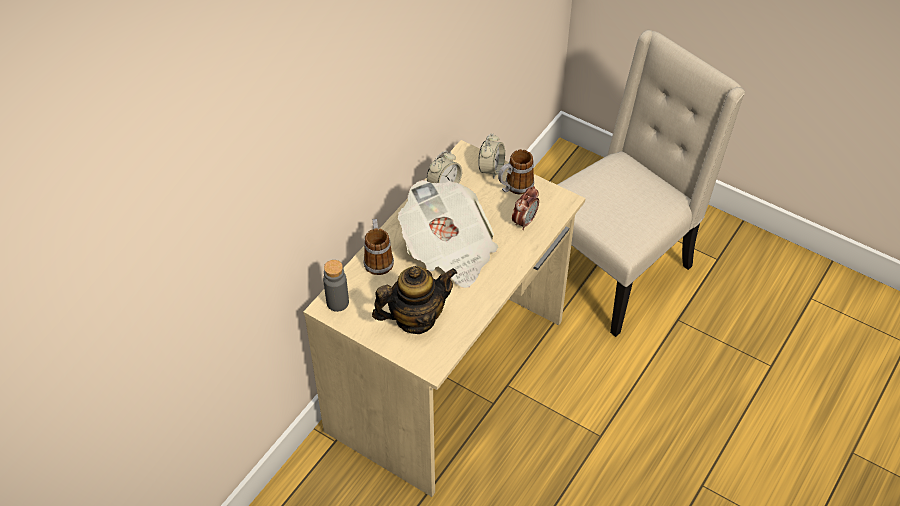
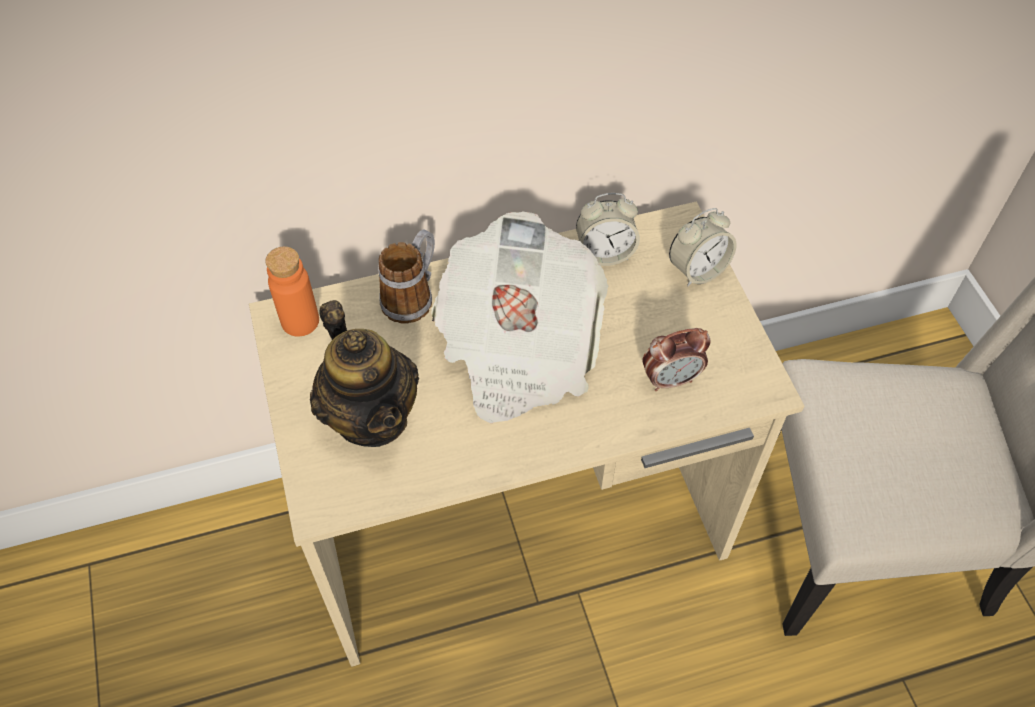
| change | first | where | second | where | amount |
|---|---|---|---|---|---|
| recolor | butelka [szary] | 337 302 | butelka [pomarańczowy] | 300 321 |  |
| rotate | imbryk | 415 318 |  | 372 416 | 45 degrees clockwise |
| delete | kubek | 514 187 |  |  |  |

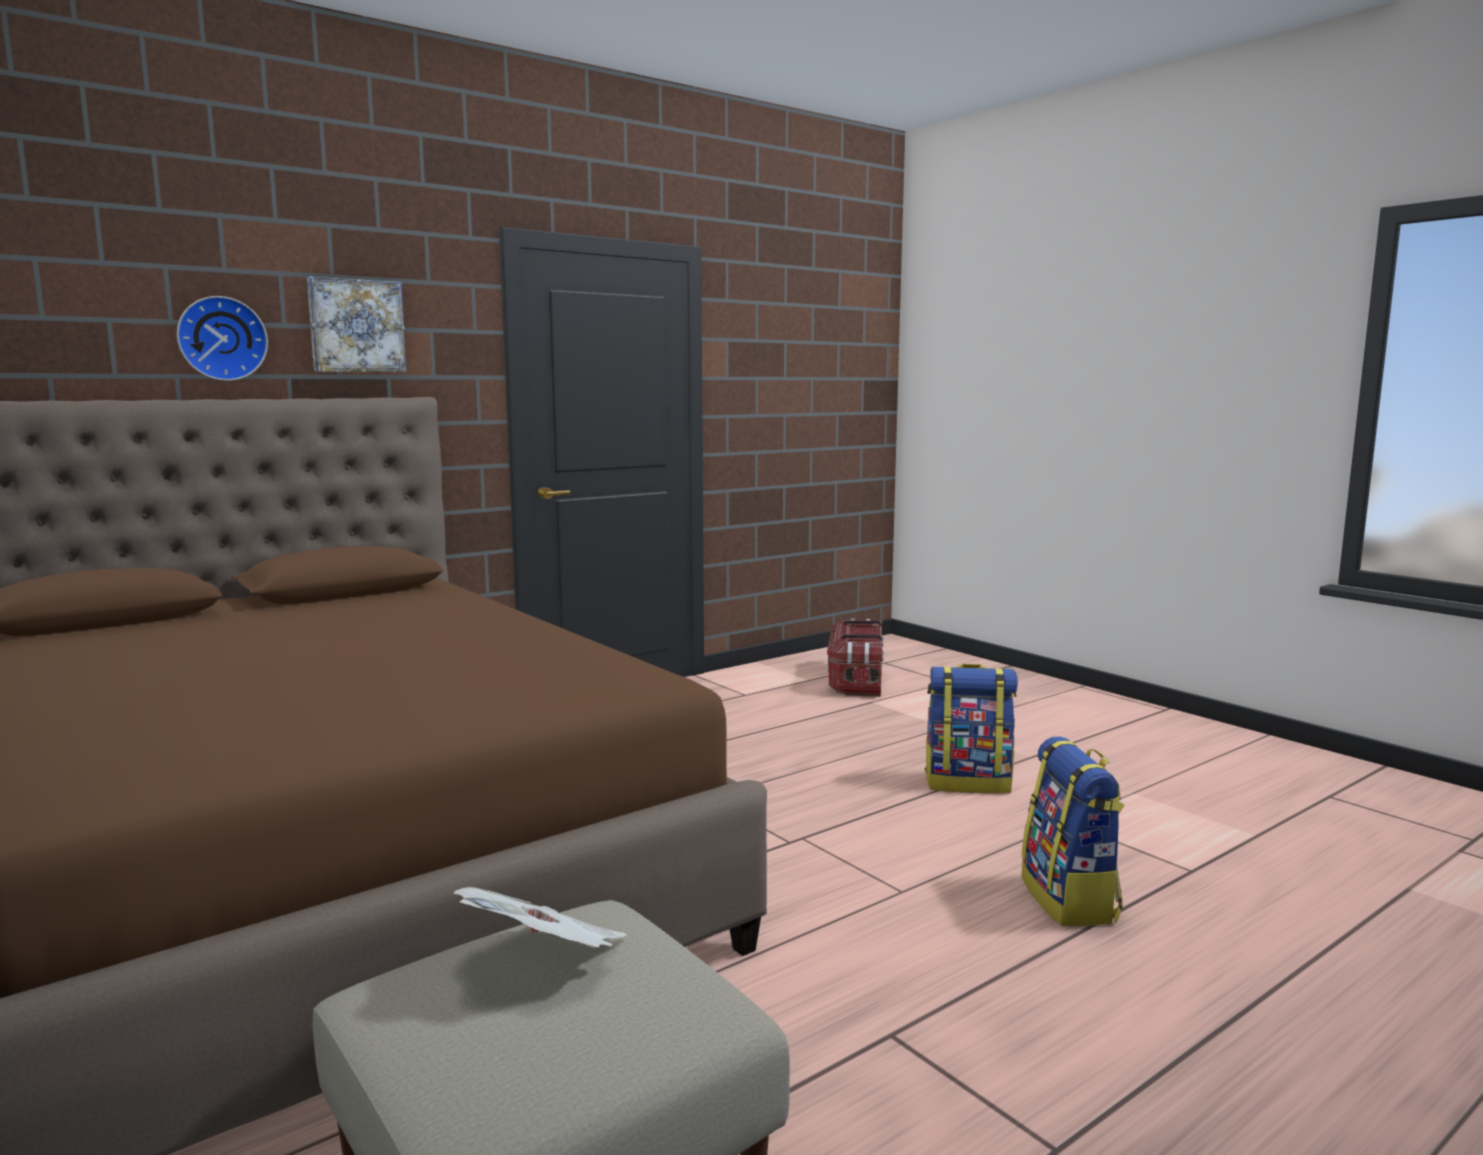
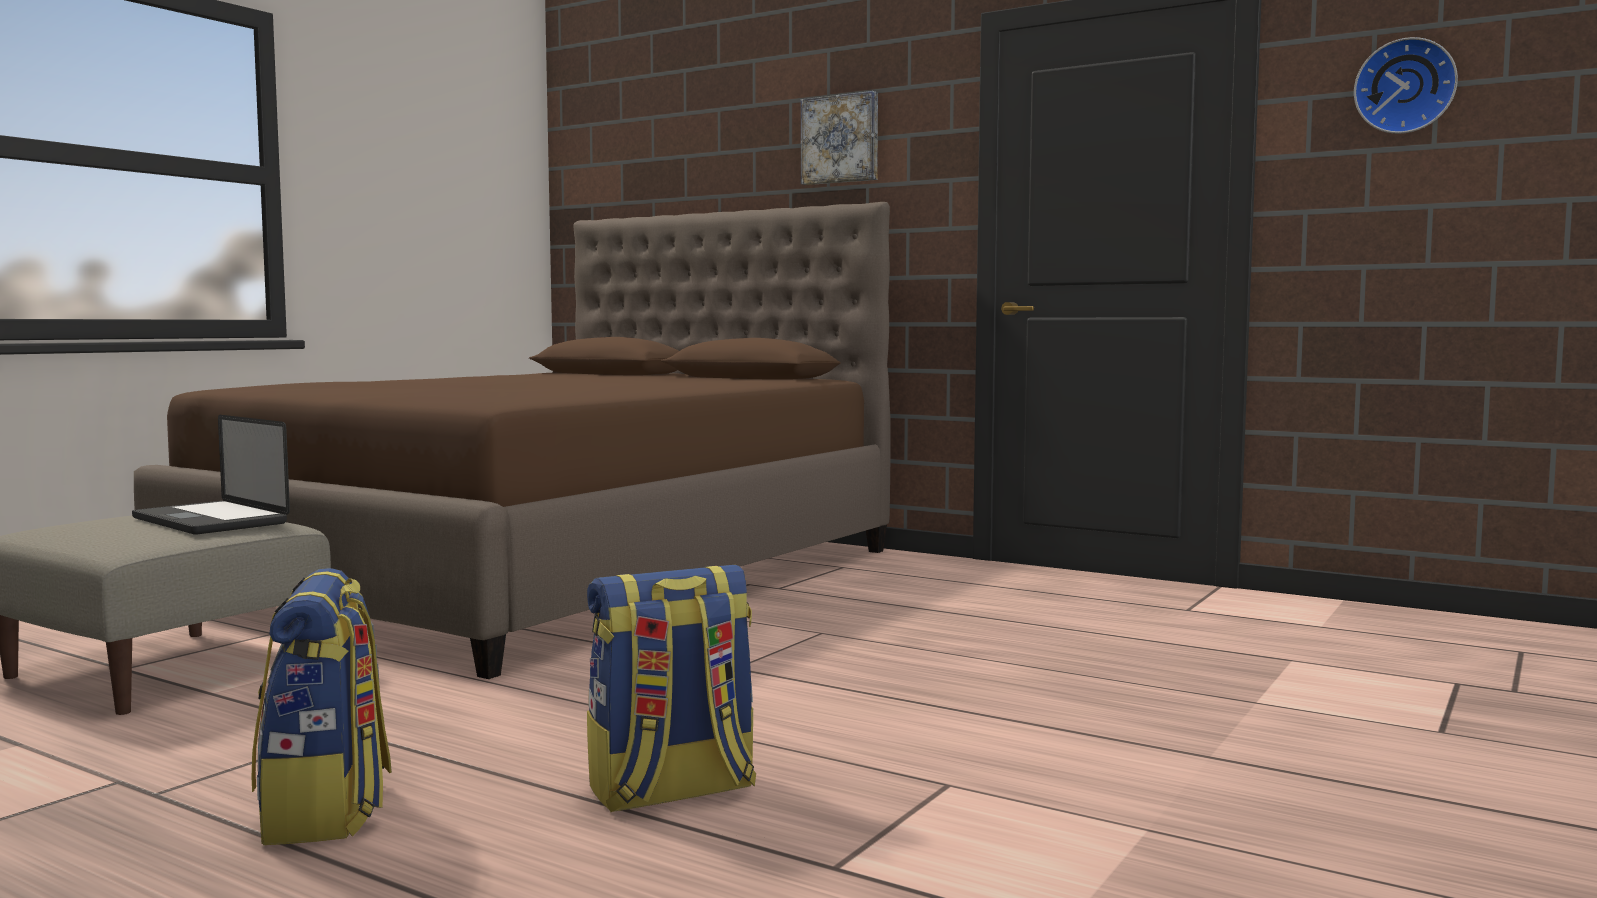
| change | first | where | second | where | amount |
|---|---|---|---|---|---|
| move | zegar ścienny | 221 338 |  | 1405 87 |  |
| replace | gazeta | 546 958 | laptop | 210 521 |  |
| delete | pojemnik do przechowywania | 856 681 |  |  |  |
| move | plecak | 968 783 |  | 327 812 |  |

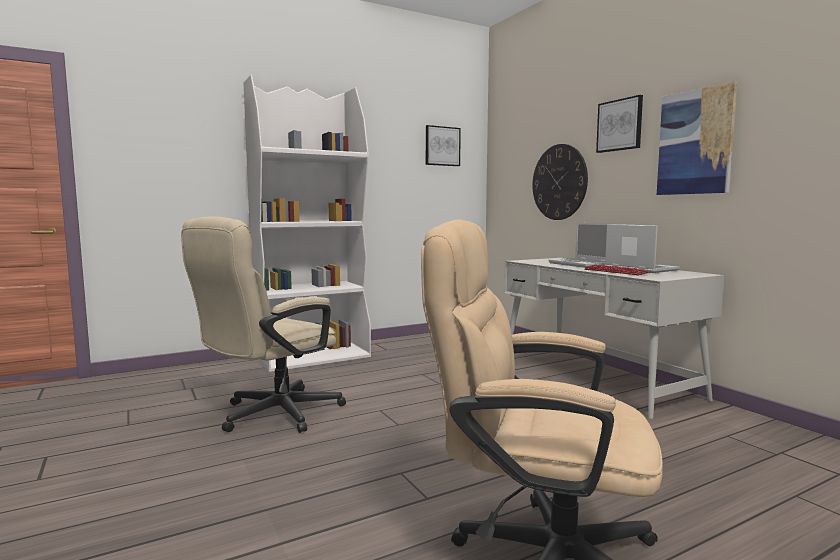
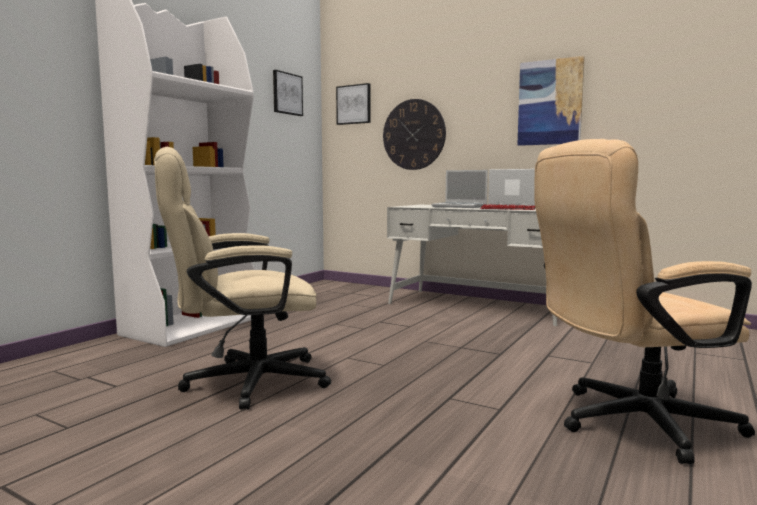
| change | first | where | second | where | amount |
|---|---|---|---|---|---|
| rotate | krzesło biurowe [beżowy] | 270 415 |  | 242 383 | 60 degrees clockwise |
| move | obraz | 620 125 |  | 354 104 |  |

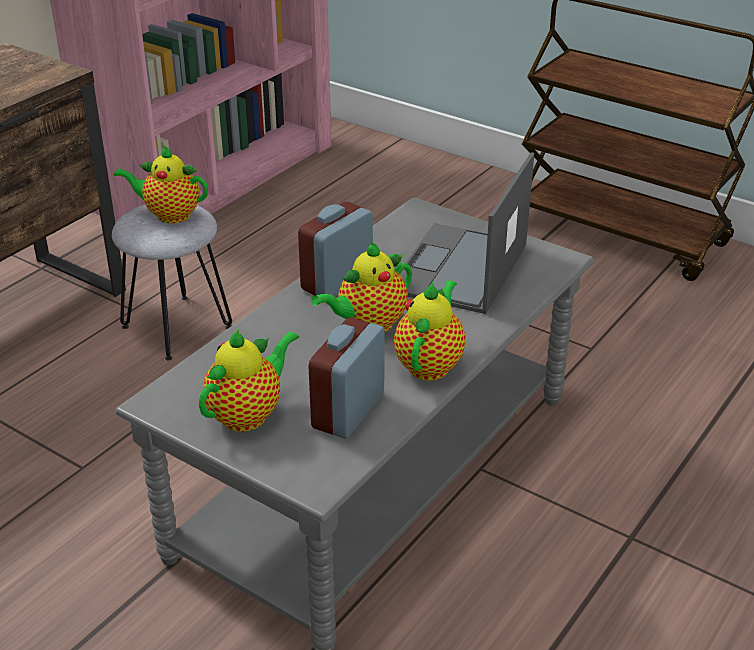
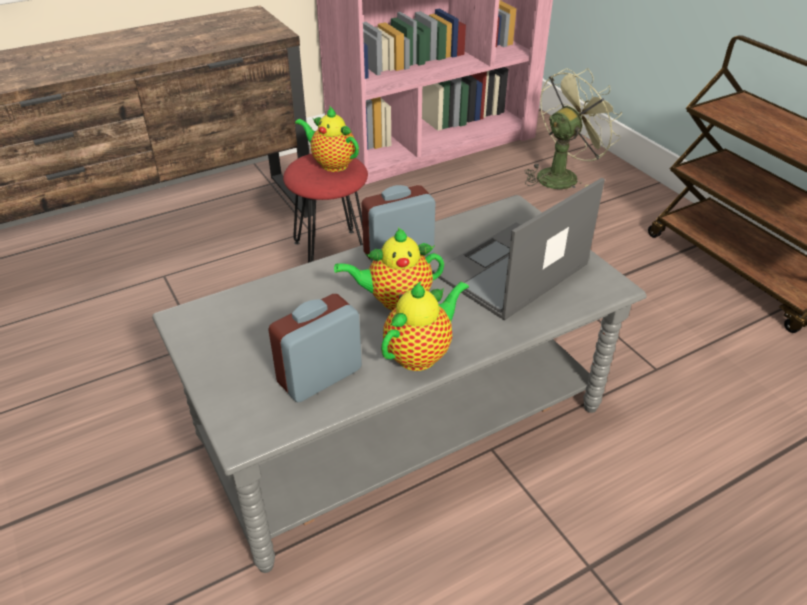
| change | first | where | second | where | amount |
|---|---|---|---|---|---|
| recolor | stołek [szary] | 177 326 | stołek [czerwony] | 332 253 |  |
| delete | imbryk | 248 414 |  |  |  |
| insert |  |  | wentylator [zielony] | 562 175 |  |

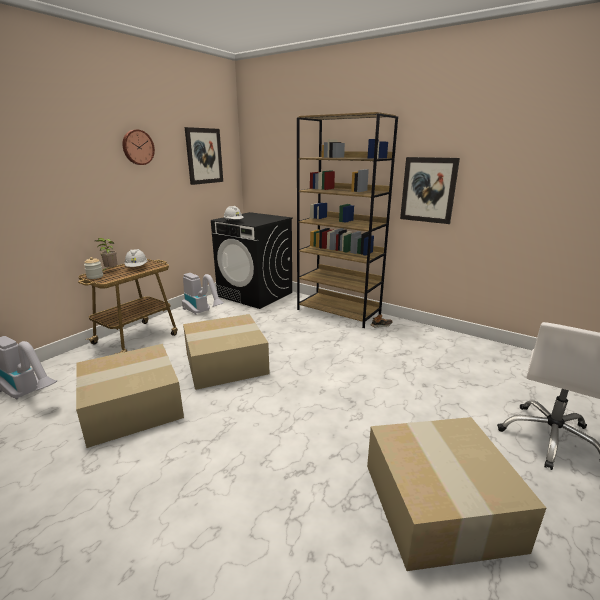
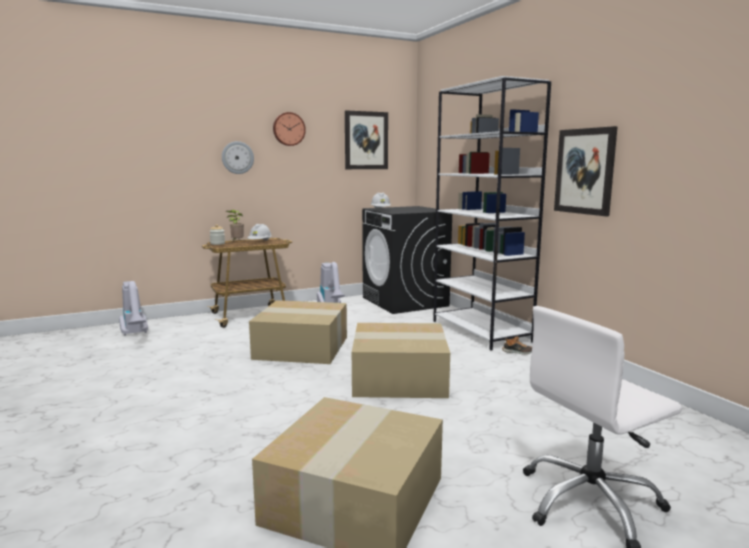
| change | first | where | second | where | amount |
|---|---|---|---|---|---|
| move | karton | 133 405 |  | 400 377 |  |
| recolor | regał [brązowy] | 339 312 | regał [biały] | 481 331 |  |
| insert |  |  | zegar ścienny | 237 157 |  |

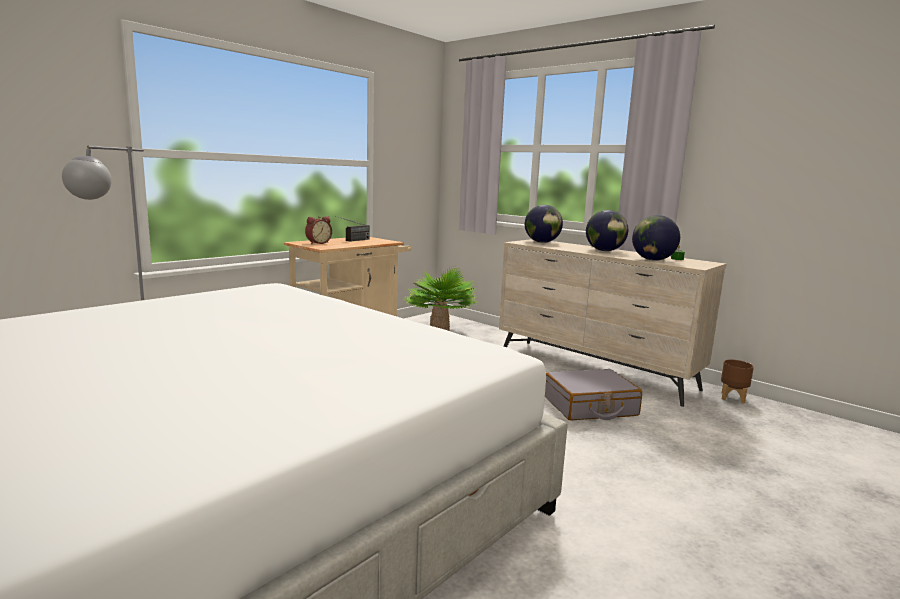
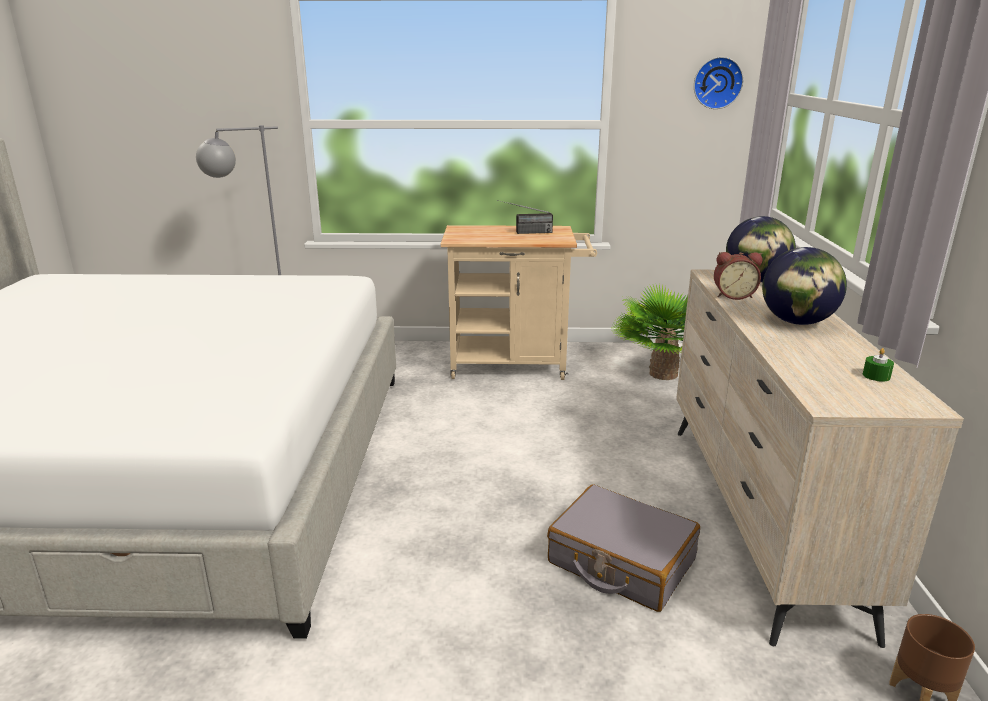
| change | first | where | second | where | amount |
|---|---|---|---|---|---|
| move | budzik | 318 243 |  | 733 296 |  |
| delete | globus | 652 260 |  |  |  |
| insert |  |  | zegar ścienny | 717 83 |  |

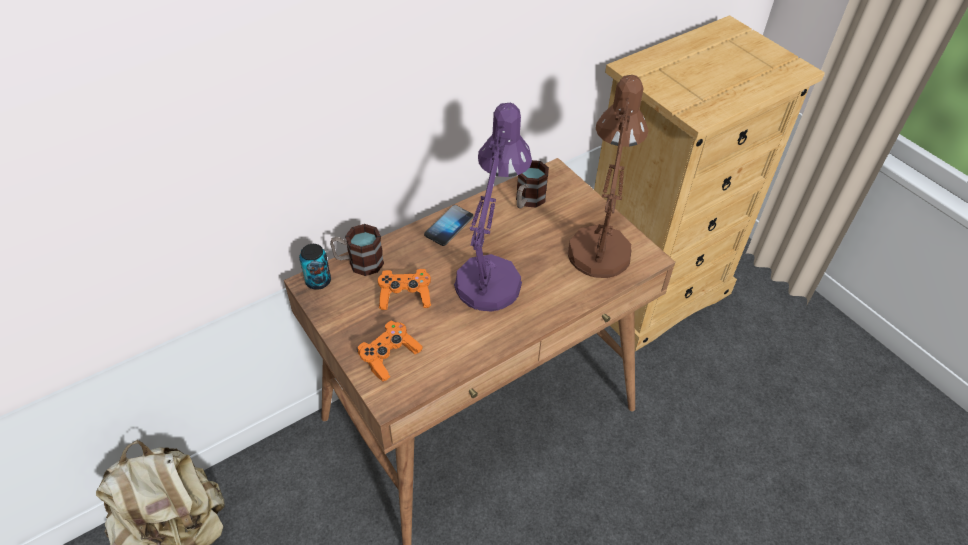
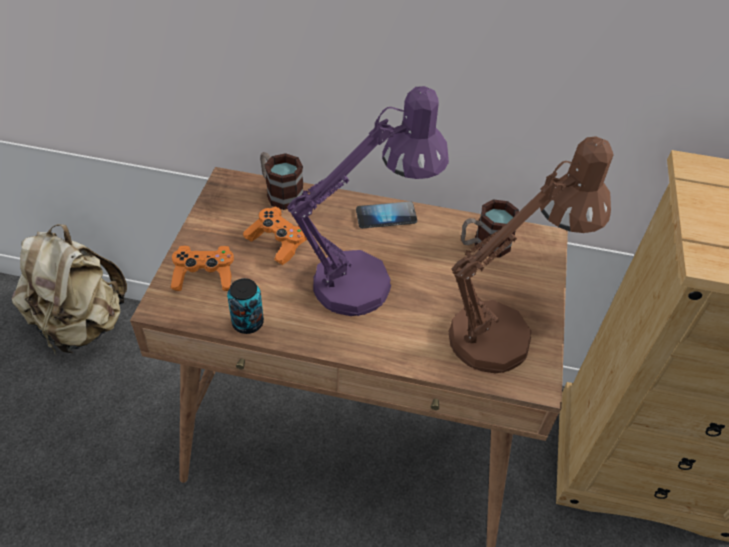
| change | first | where | second | where | amount |
|---|---|---|---|---|---|
| move | puszka | 318 281 |  | 248 323 |  |

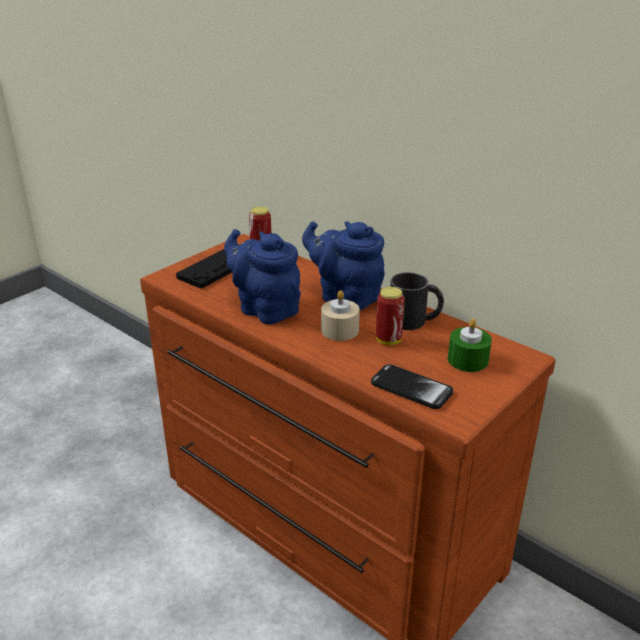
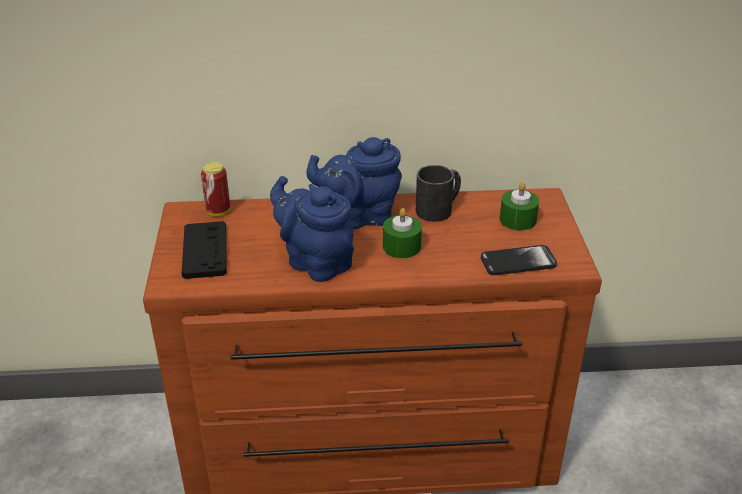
| change | first | where | second | where | amount |
|---|---|---|---|---|---|
| rotate | imbryk [niebieski] | 265 309 |  | 315 262 | 45 degrees clockwise |
| recolor | świeca [beżowy] | 340 330 | świeca [zielony] | 401 246 |  |
| delete | puszka | 388 340 |  |  |  |

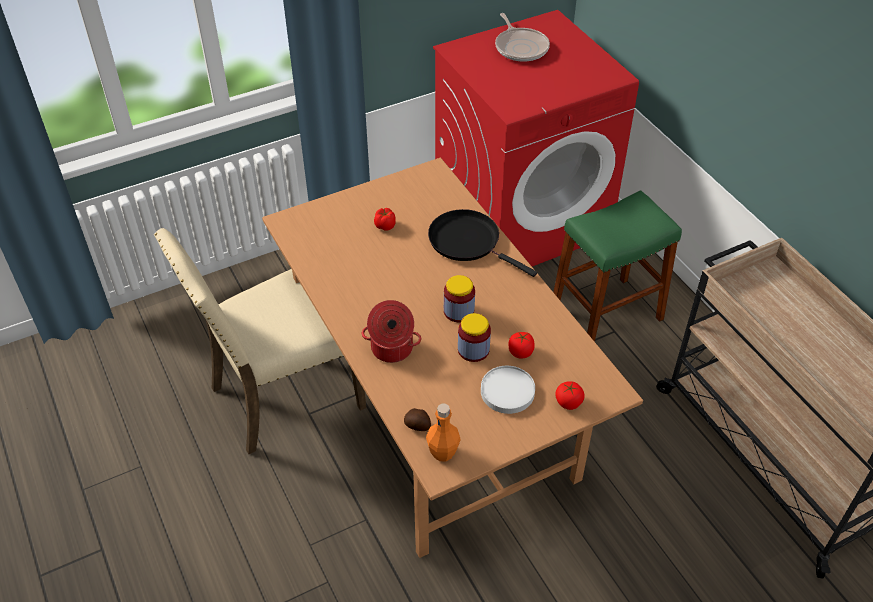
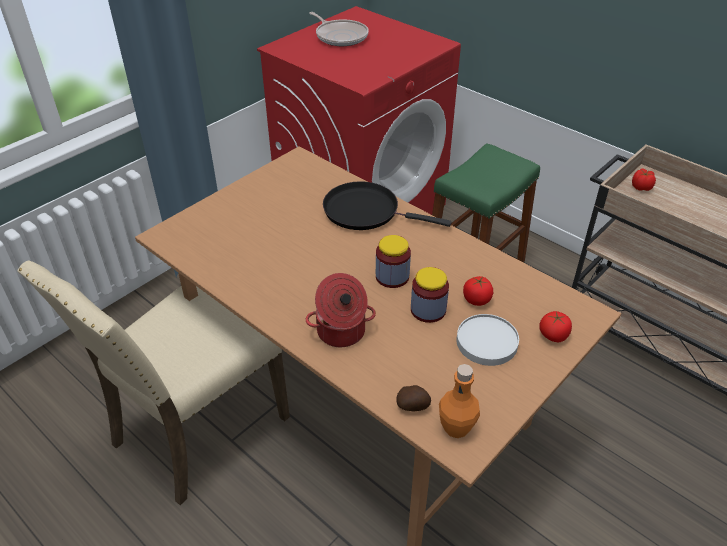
| change | first | where | second | where | amount |
|---|---|---|---|---|---|
| move | pomidor | 385 225 |  | 641 187 |  |

